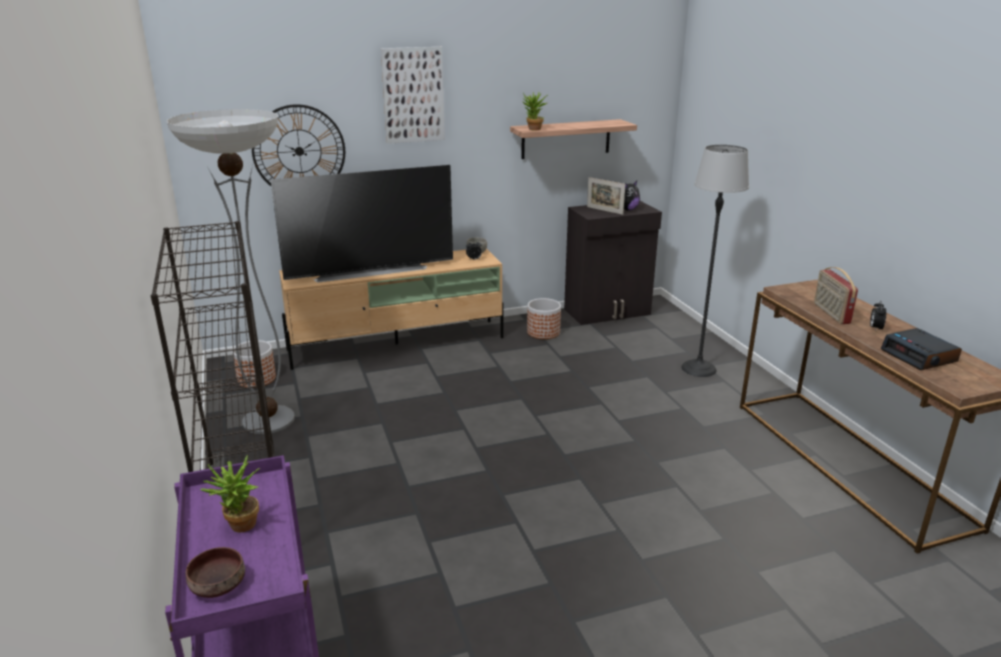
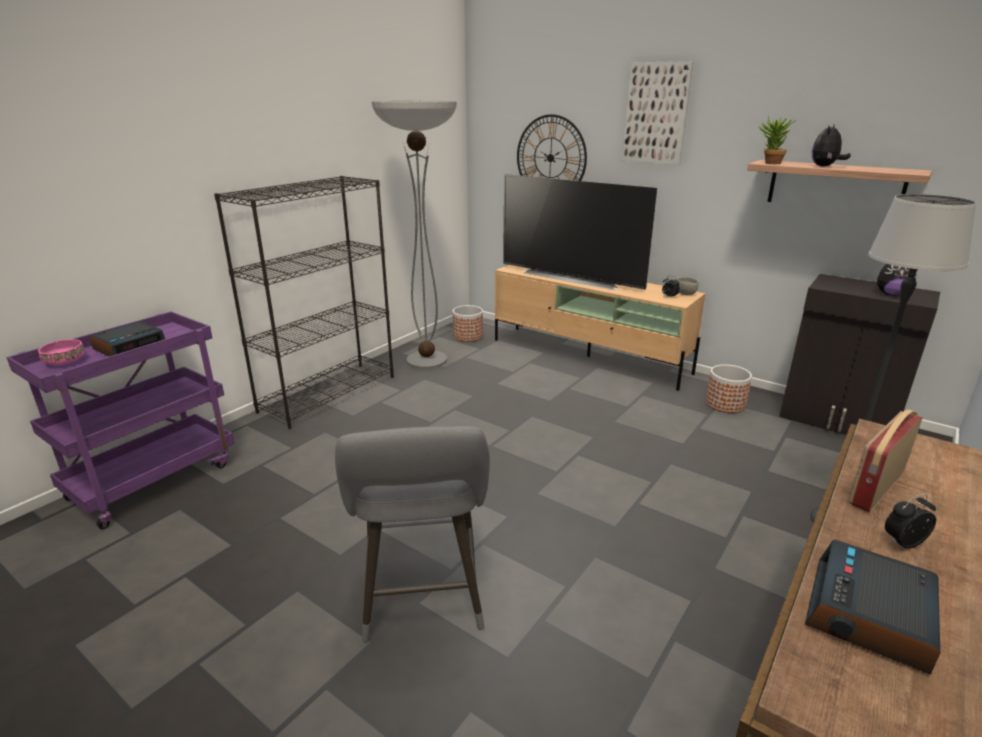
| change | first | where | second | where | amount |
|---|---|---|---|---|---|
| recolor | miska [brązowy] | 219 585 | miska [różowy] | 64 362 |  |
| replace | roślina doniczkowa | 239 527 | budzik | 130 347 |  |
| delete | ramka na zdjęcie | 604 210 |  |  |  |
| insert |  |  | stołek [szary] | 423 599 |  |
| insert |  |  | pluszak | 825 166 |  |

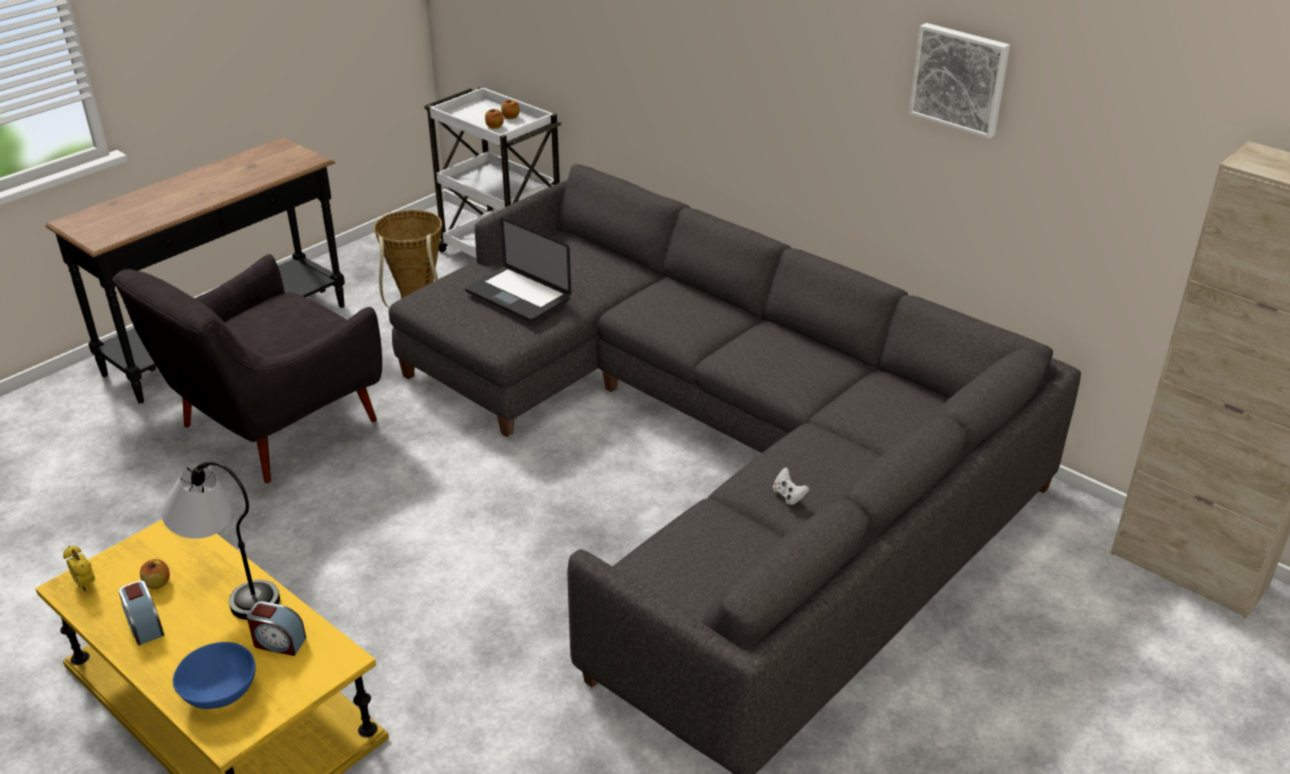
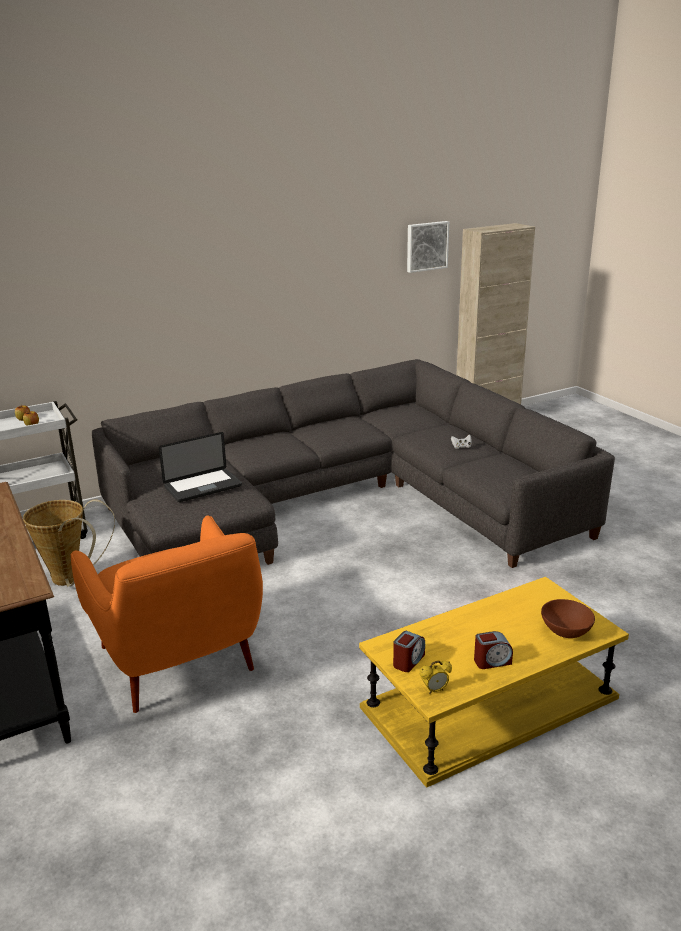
| change | first | where | second | where | amount |
|---|---|---|---|---|---|
| recolor | fotel [szary] | 272 428 | fotel [pomarańczowy] | 179 663 |  |
| delete | jabłko | 157 583 |  |  |  |
| delete | lampa stołowa | 231 589 |  |  |  |
| recolor | miska [niebieski] | 220 693 | miska [brązowy] | 566 631 |  |
| move | budzik | 278 642 |  | 408 661 |  |
| move | obraz | 960 79 |  | 426 246 |  |

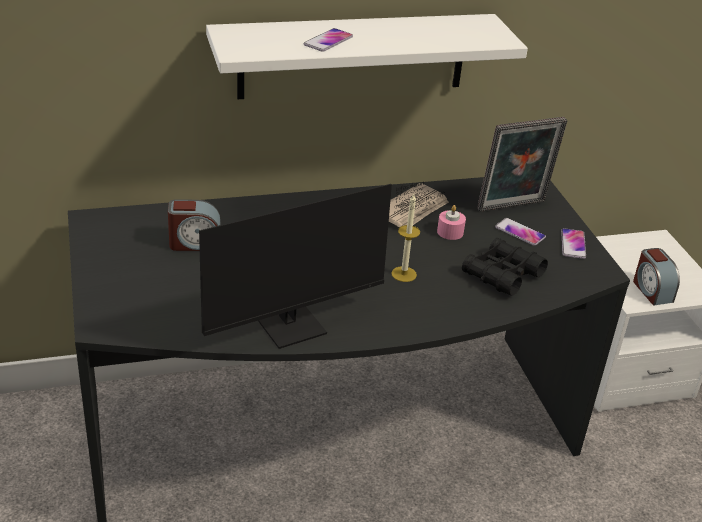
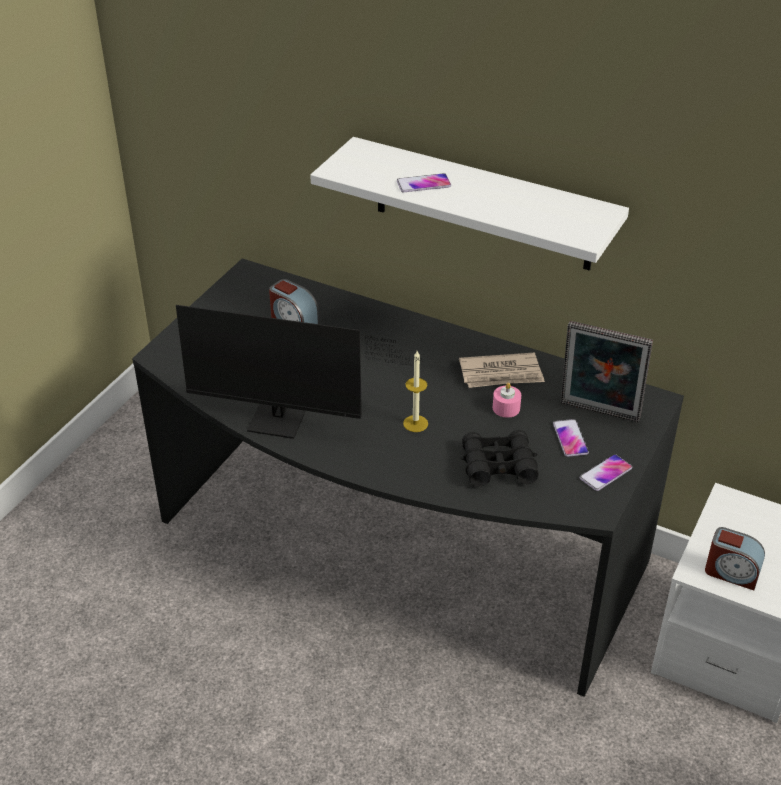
| change | first | where | second | where | amount |
|---|---|---|---|---|---|
| rotate | budzik | 651 291 |  | 731 572 | 90 degrees counterclockwise |

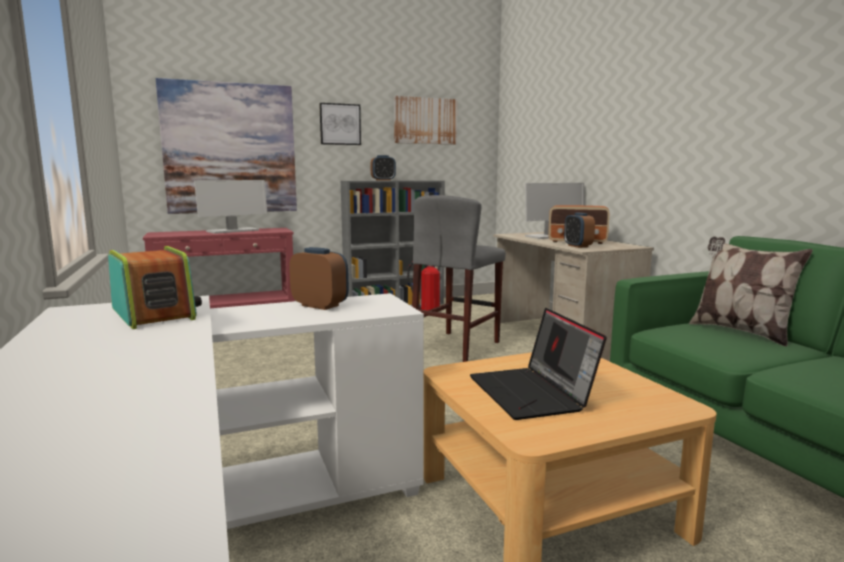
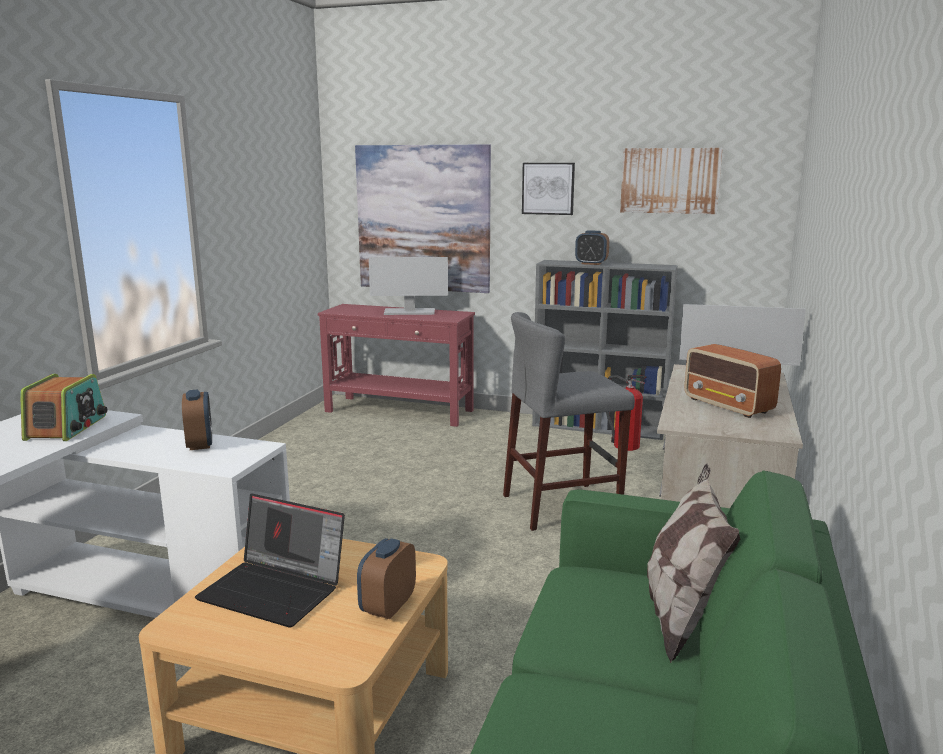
| change | first | where | second | where | amount |
|---|---|---|---|---|---|
| rotate | laptop | 533 394 |  | 276 590 | 90 degrees counterclockwise |
| move | budzik | 578 246 |  | 388 606 |  |

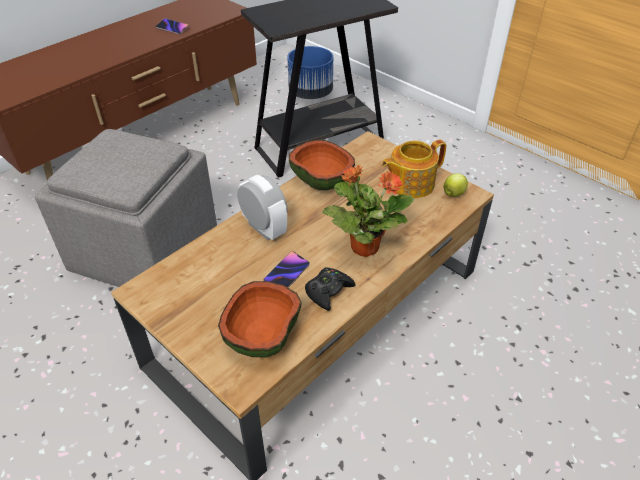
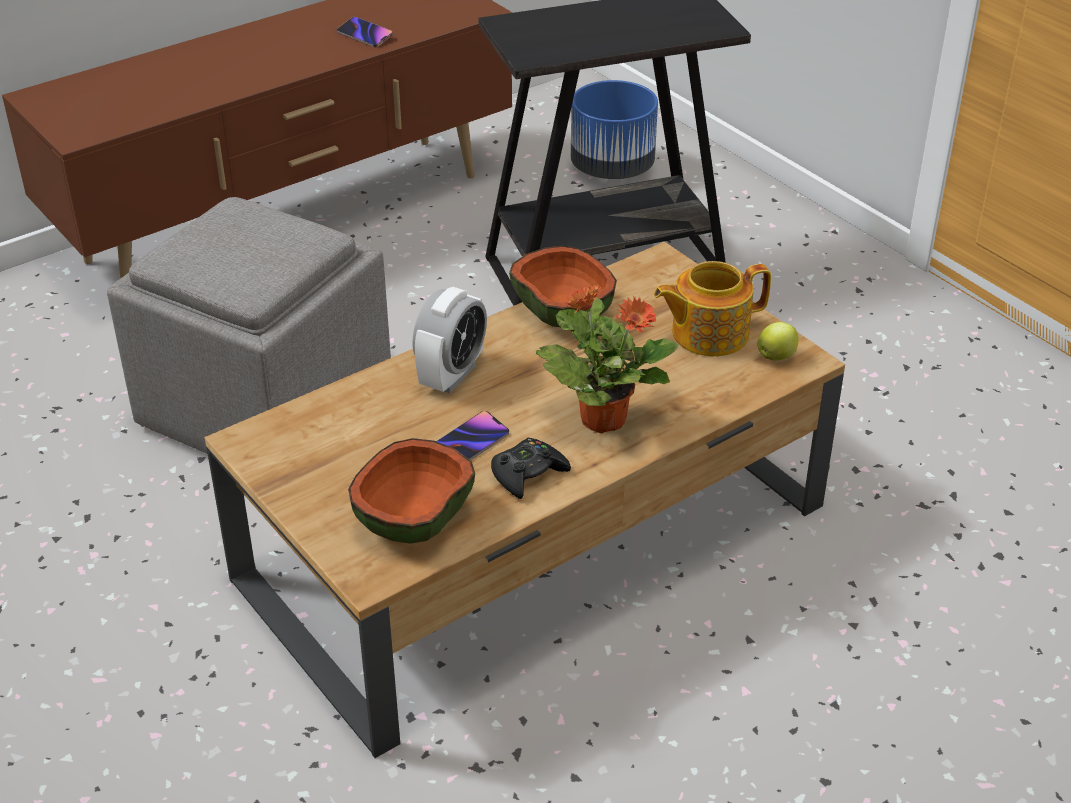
| change | first | where | second | where | amount |
|---|---|---|---|---|---|
| rotate | budzik | 264 228 |  | 451 375 | 60 degrees clockwise |

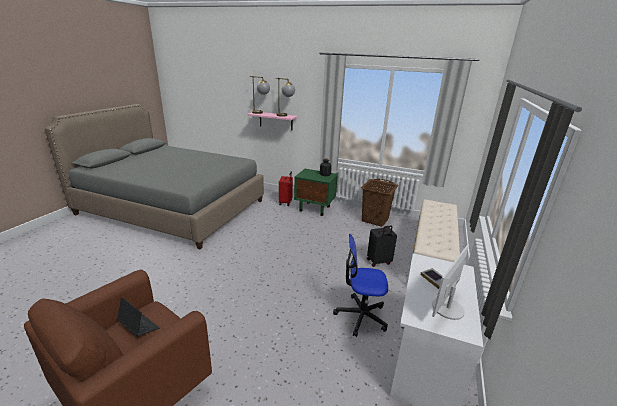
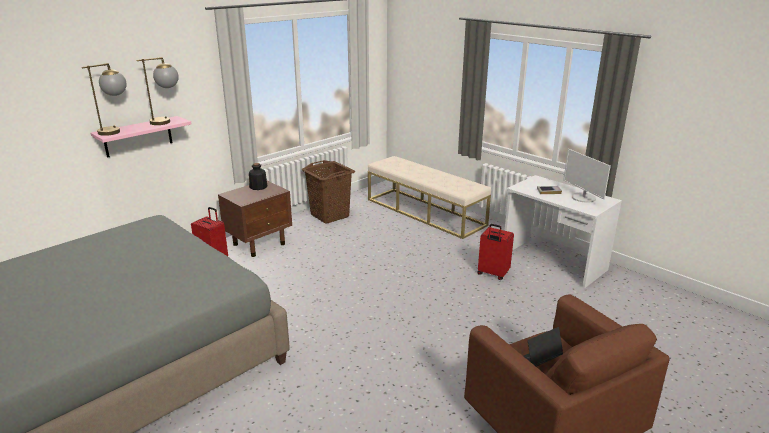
| change | first | where | second | where | amount |
|---|---|---|---|---|---|
| recolor | szafka nocna [zielony] | 315 209 | szafka nocna [brązowy] | 259 244 |  |
| replace | krzesło biurowe | 361 316 | walizka [czerwony] | 492 274 |  |
| delete | walizka [czarny] | 379 262 |  |  |  |

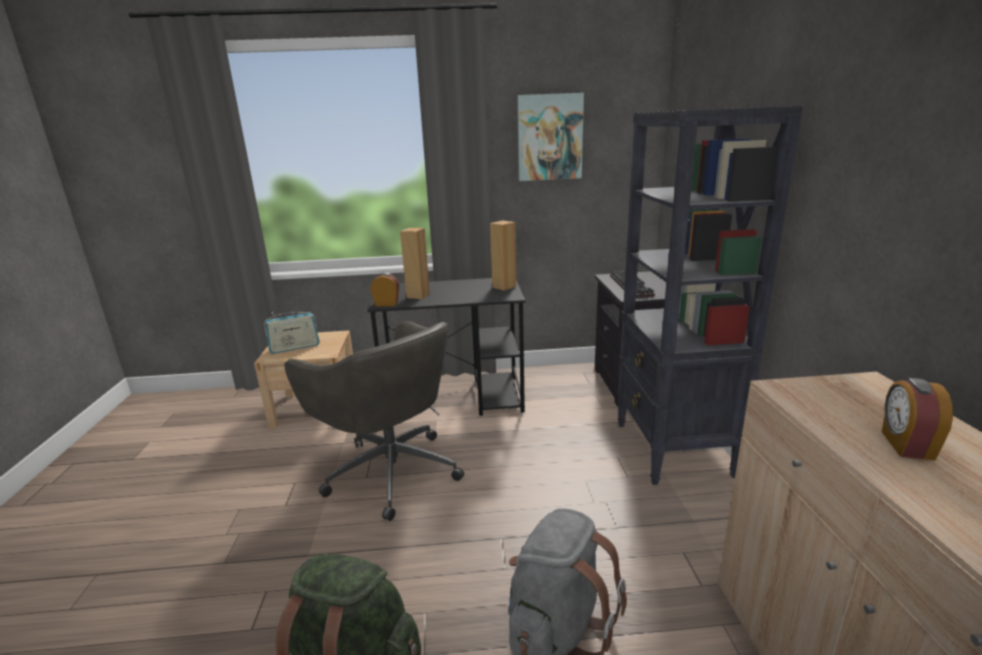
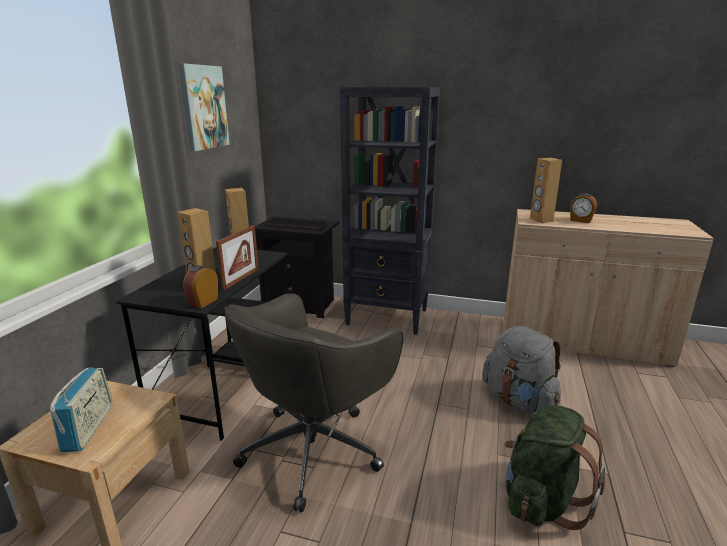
| change | first | where | second | where | amount |
|---|---|---|---|---|---|
| rotate | krzesło biurowe [szary] | 390 470 |  | 315 448 | 150 degrees clockwise |
| insert |  |  | ramka na zdjęcie | 241 279 |  |
| insert |  |  | głośnik [brązowy] | 541 220 |  |

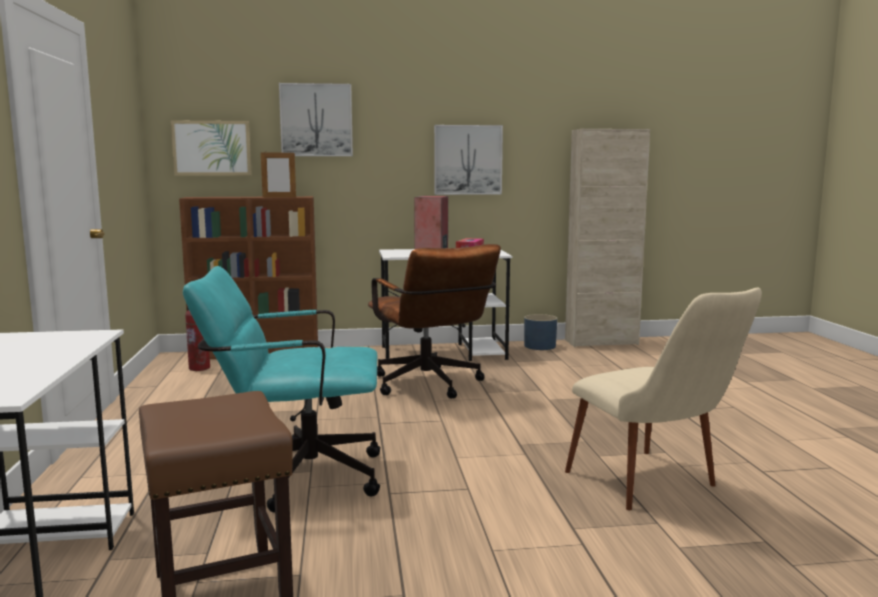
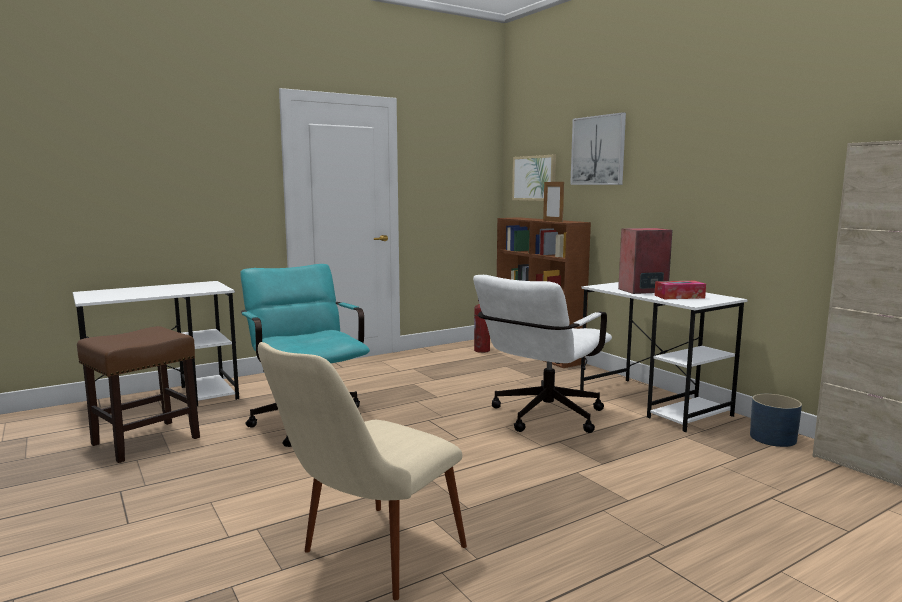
| change | first | where | second | where | amount |
|---|---|---|---|---|---|
| recolor | krzesło biurowe [brązowy] | 431 386 | krzesło biurowe [biały] | 541 418 |  |
| delete | obraz | 468 160 |  |  |  |

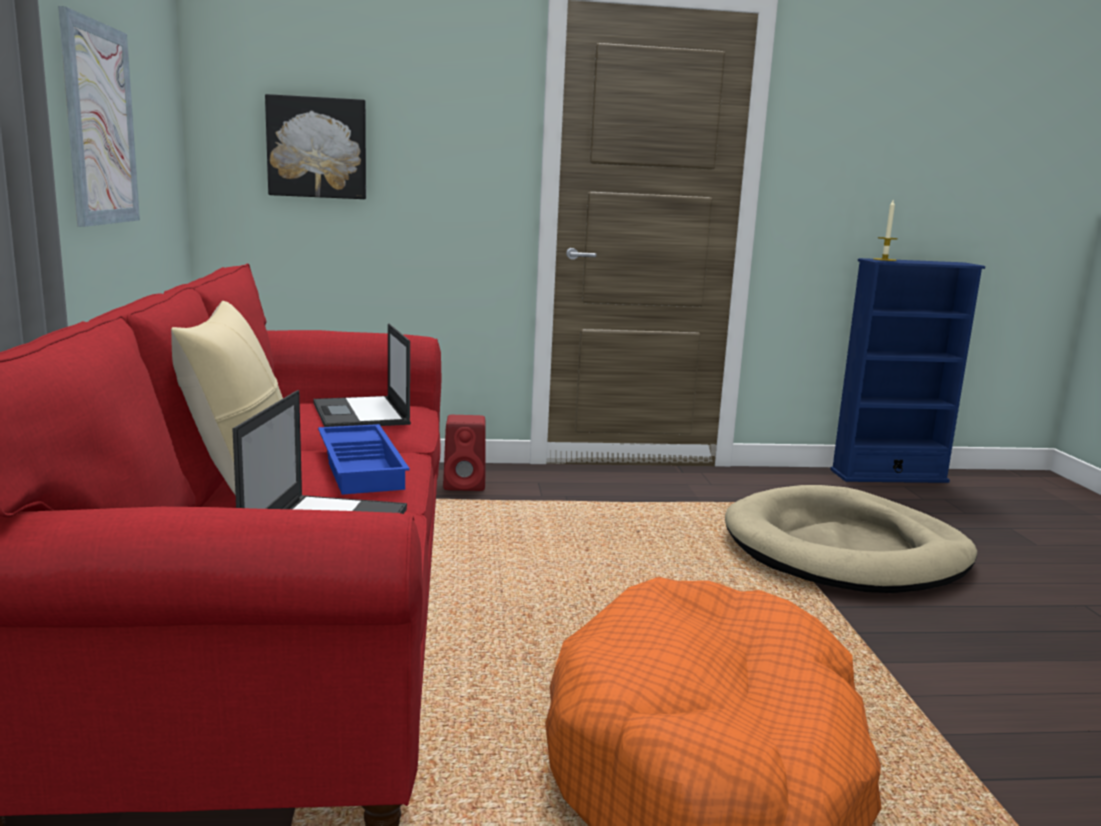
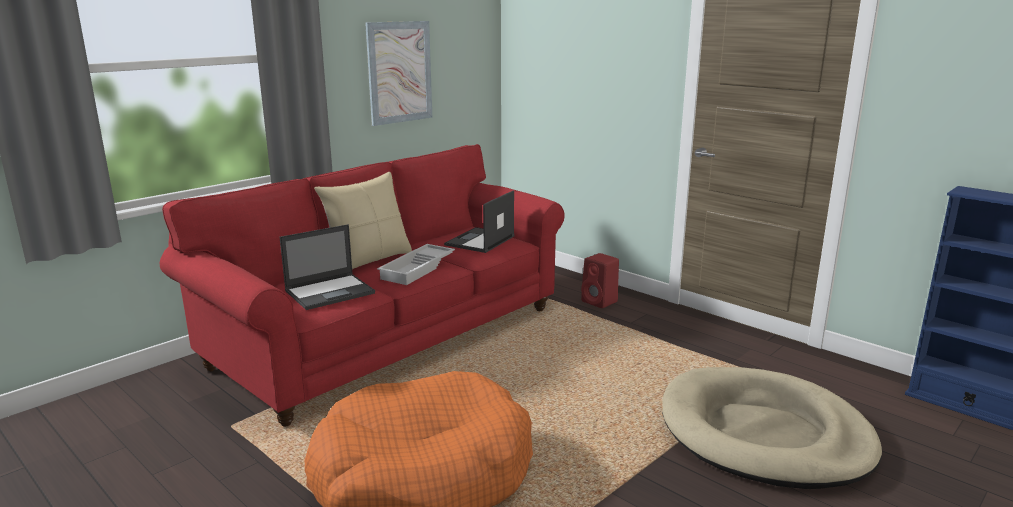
| change | first | where | second | where | amount |
|---|---|---|---|---|---|
| delete | obraz | 317 148 |  |  |  |
| recolor | taca [niebieski] | 363 467 | taca [biały] | 418 269 |  |
| delete | świeca | 884 260 |  |  |  |

